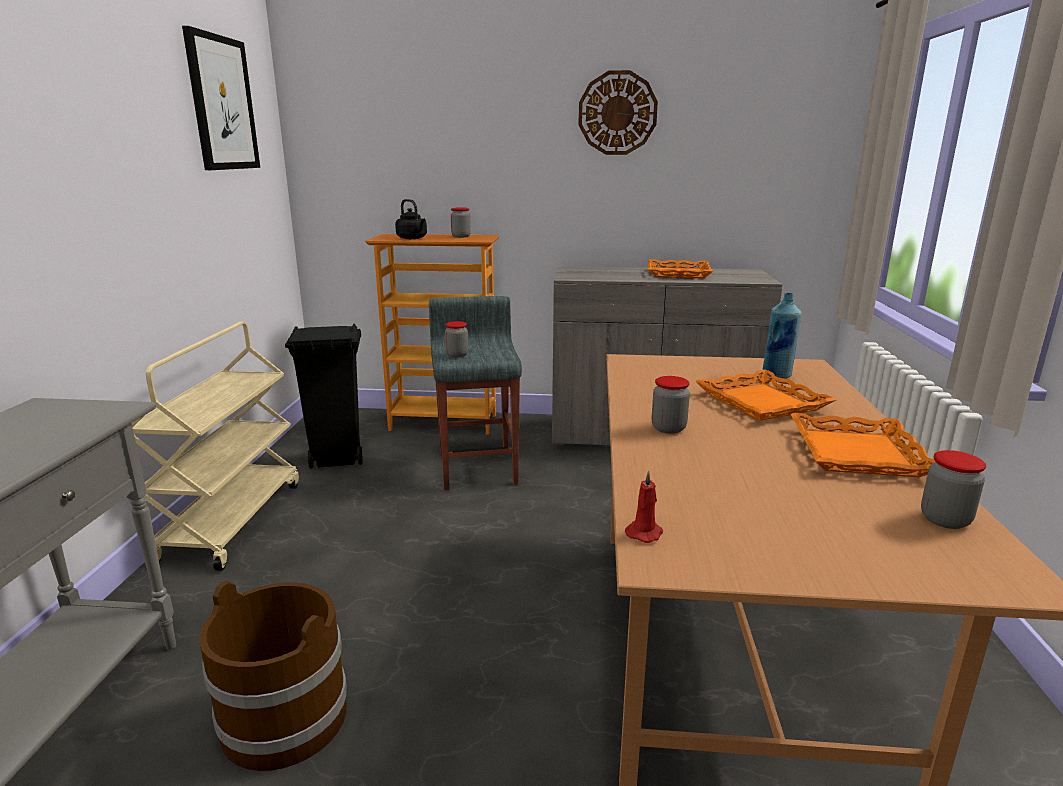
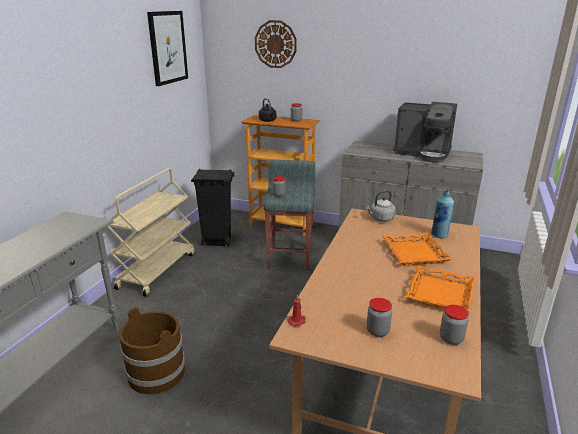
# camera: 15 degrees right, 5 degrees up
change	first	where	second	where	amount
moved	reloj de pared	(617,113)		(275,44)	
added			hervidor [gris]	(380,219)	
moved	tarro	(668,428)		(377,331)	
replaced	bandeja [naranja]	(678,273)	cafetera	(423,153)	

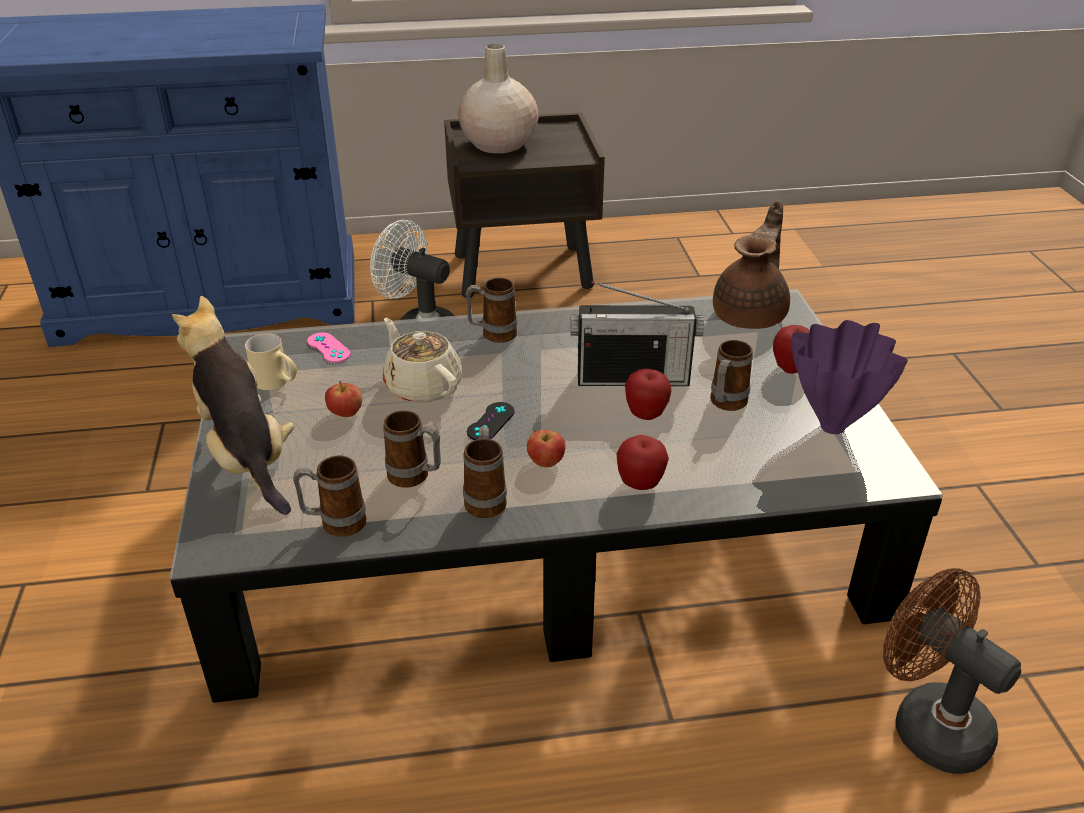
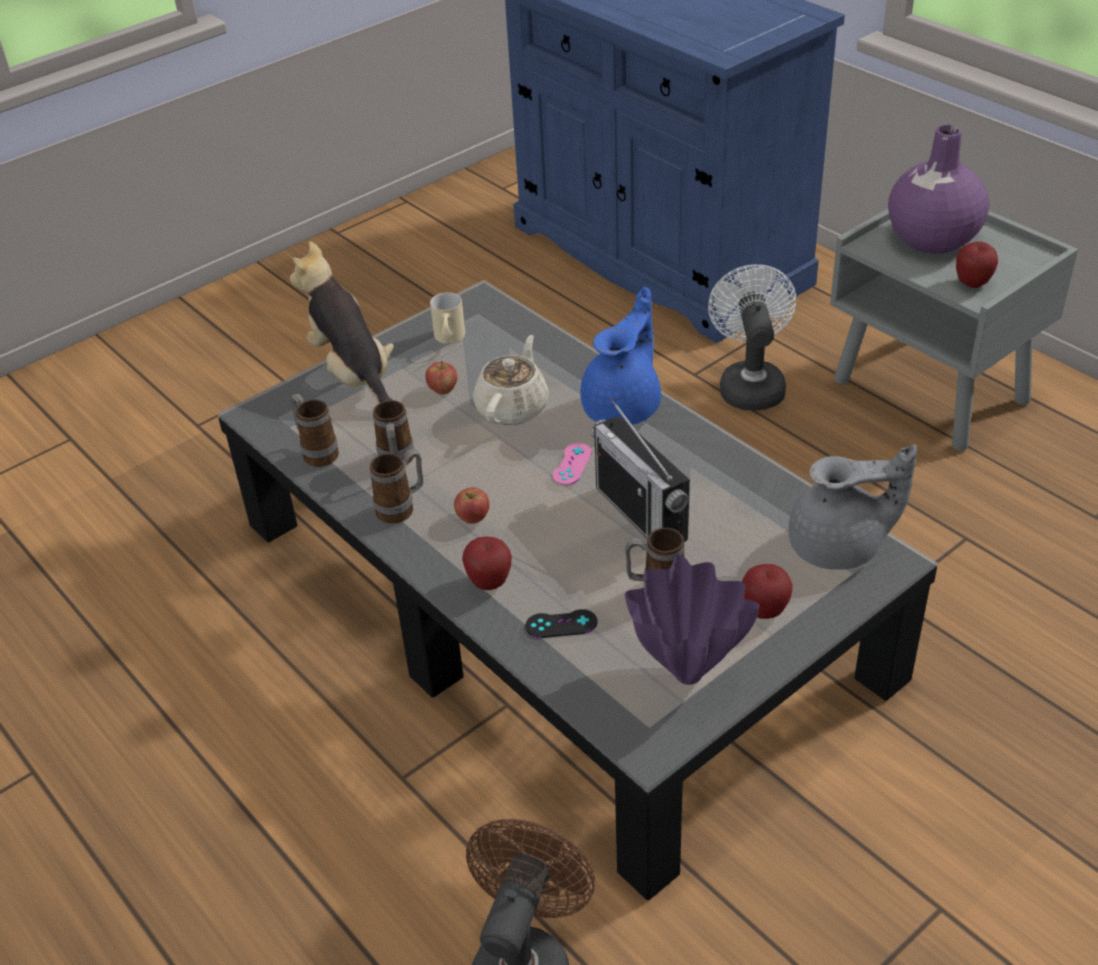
# camera: 60 degrees right, 5 degrees up
change	first	where	second	where	amount
turned	peluche	(246,456)		(354,375)	60 degrees counterclockwise
moved	mando de consola [negro]	(491,422)		(561,624)	
moved	mando de consola [rosa]	(328,348)		(572,464)	
replaced	taza grande	(492,335)	tetera [azul]	(624,406)	
recoloured	tetera [marrón]	(751,314)	tetera [gris]	(839,547)	
recoloured	mesita de noche [marrón]	(524,271)	mesita de noche [gris]	(932,392)	
recoloured	florero [beis]	(498,145)	florero [morado]	(931,239)	
moved	manzana	(646,415)		(972,283)	

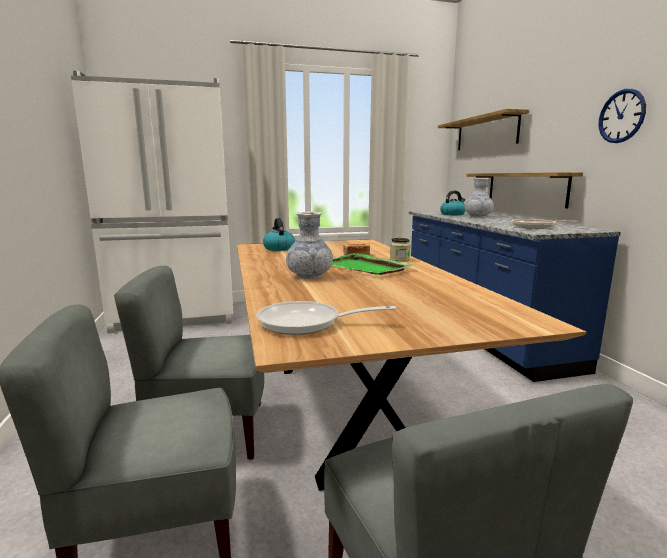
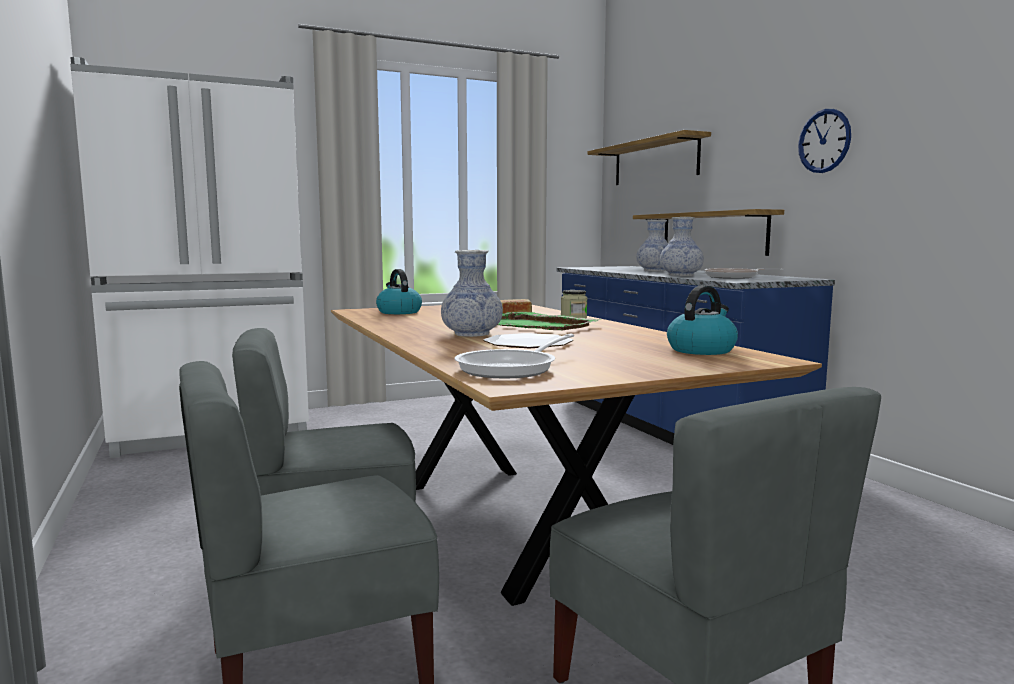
# camera: 10 degrees left, 5 degrees down
change	first	where	second	where	amount
turned	sartén	(306,323)		(512,368)	45 degrees counterclockwise
added			plato	(527,343)	
added			florero	(680,275)	
moved	hervidor	(452,214)		(701,350)	

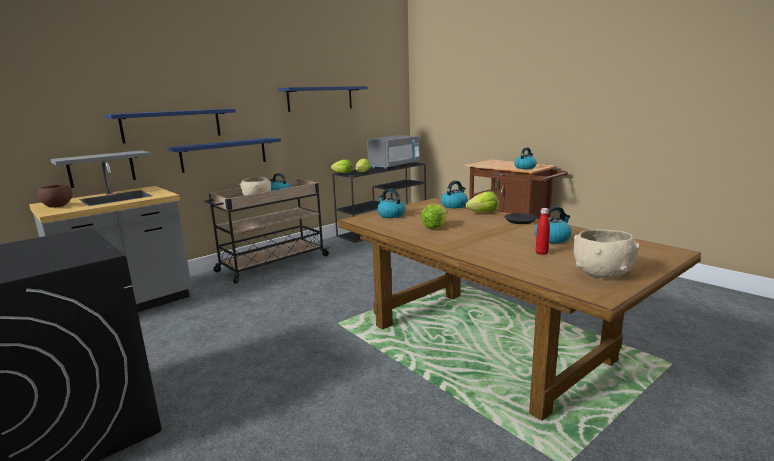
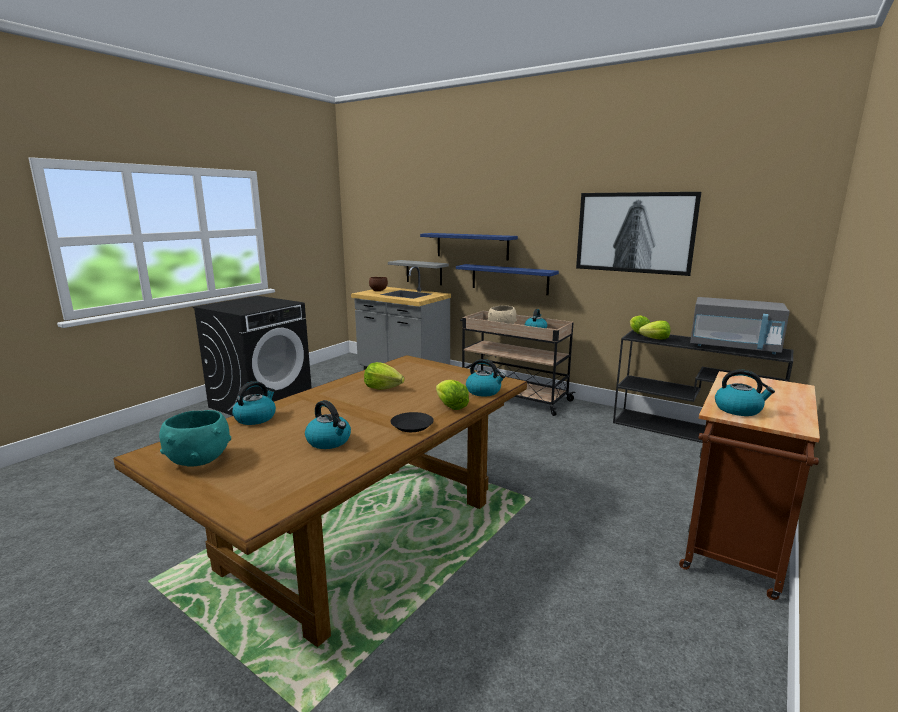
# camera: 75 degrees right, 0 degrees up
change	first	where	second	where	amount
recoloured	cuenco [beis]	(601,273)	cuenco [turquesa]	(199,459)	
moved	hervidor	(390,215)		(256,418)	
replaced	estante [azul]	(320,98)	cuadro	(634,232)	
removed	botella [rojo]	(541,253)			

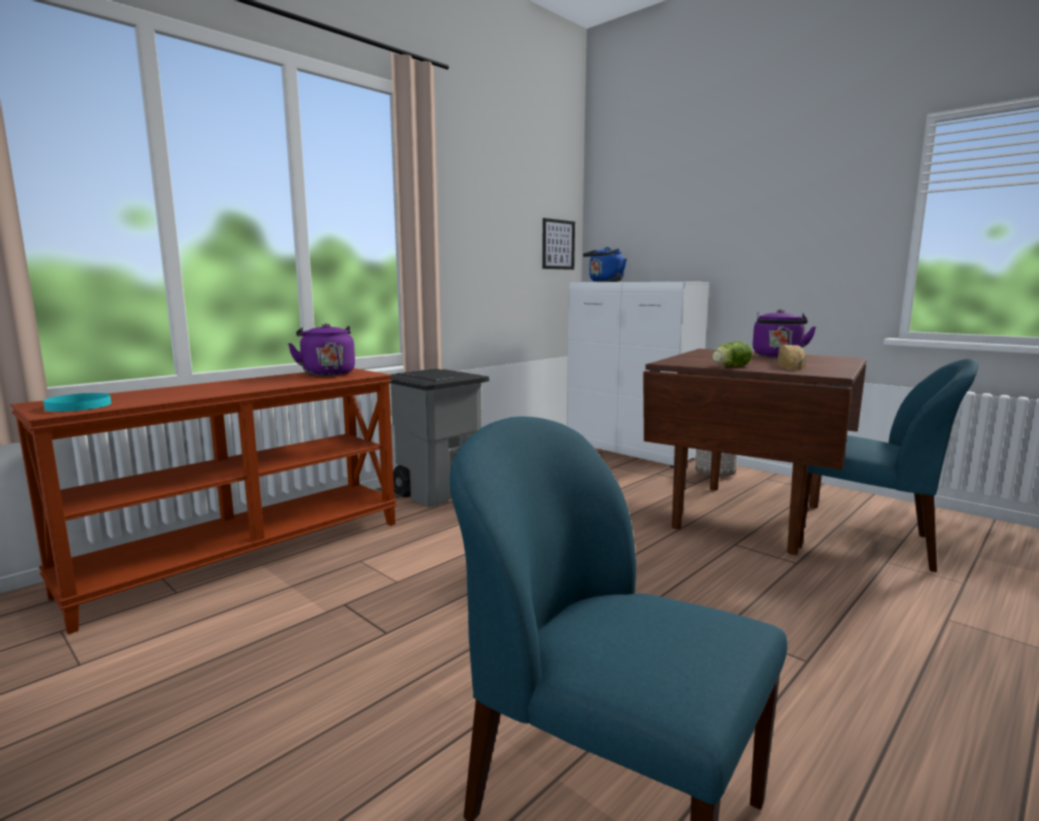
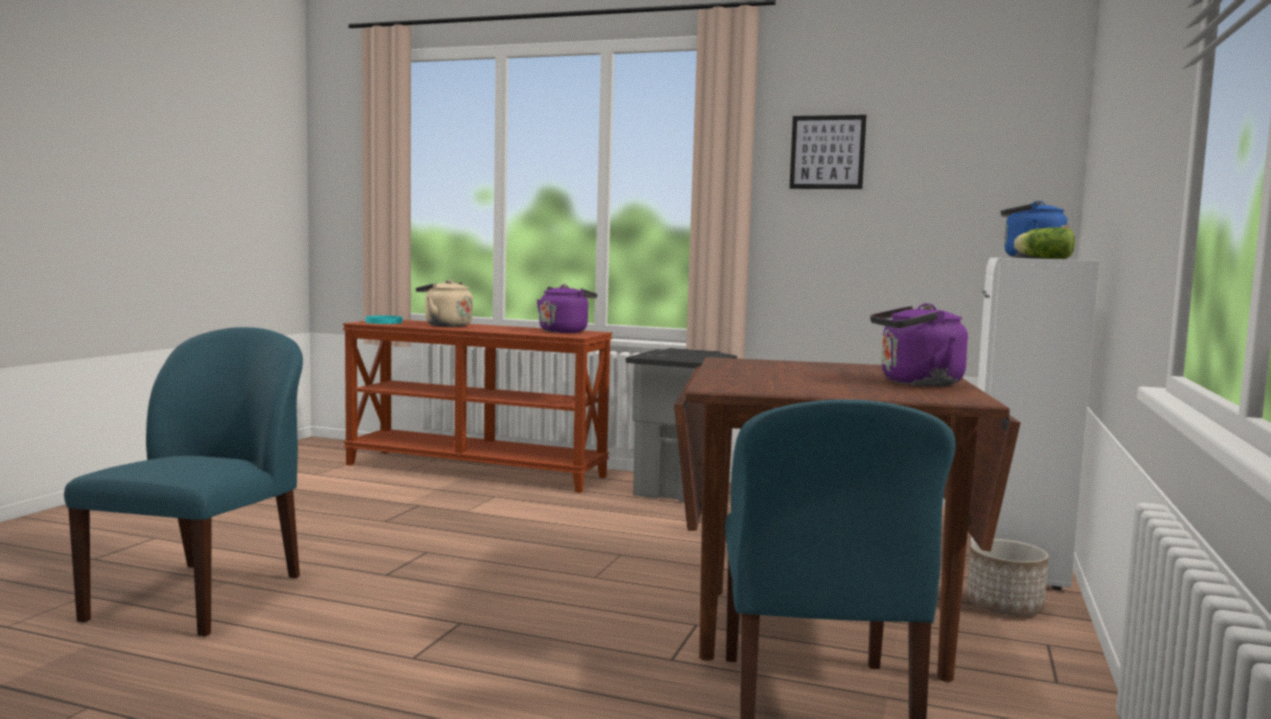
# camera: 65 degrees right, 5 degrees down
change	first	where	second	where	amount
added			hervidor [beis]	(445,325)	
moved	cuadro	(558,244)		(827,152)	
moved	lechuga	(729,366)		(1042,258)	
removed	pan	(790,365)			

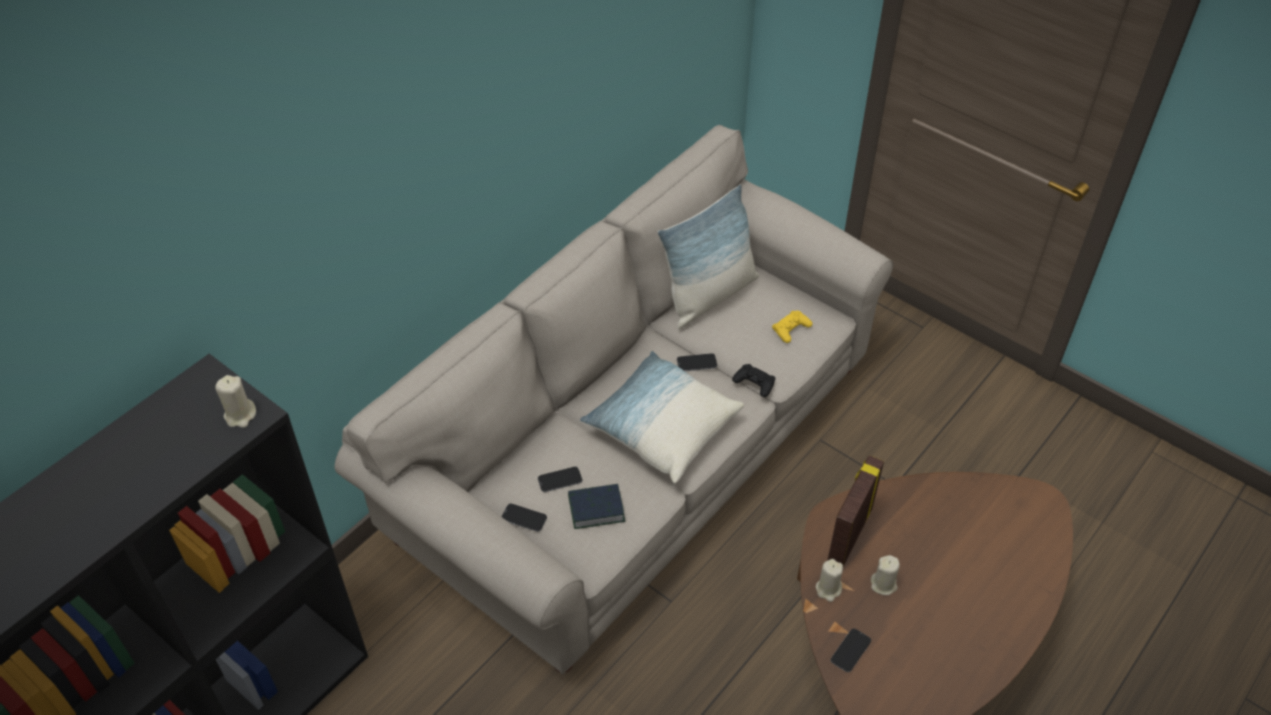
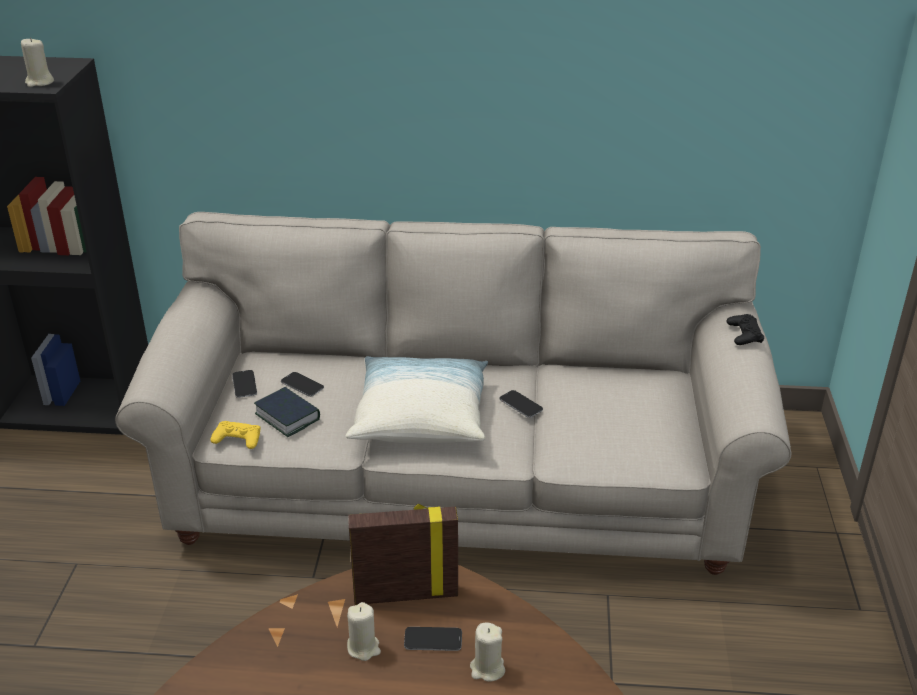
# camera: 55 degrees right, 15 degrees down
change	first	where	second	where	amount
moved	mando de consola [amarillo]	(791,329)		(237,439)	
moved	móvil	(850,651)		(433,640)	
moved	vela [beis]	(828,589)		(487,669)	
moved	mando de consola [negro]	(754,383)		(744,334)	
removed	cojín	(709,296)			

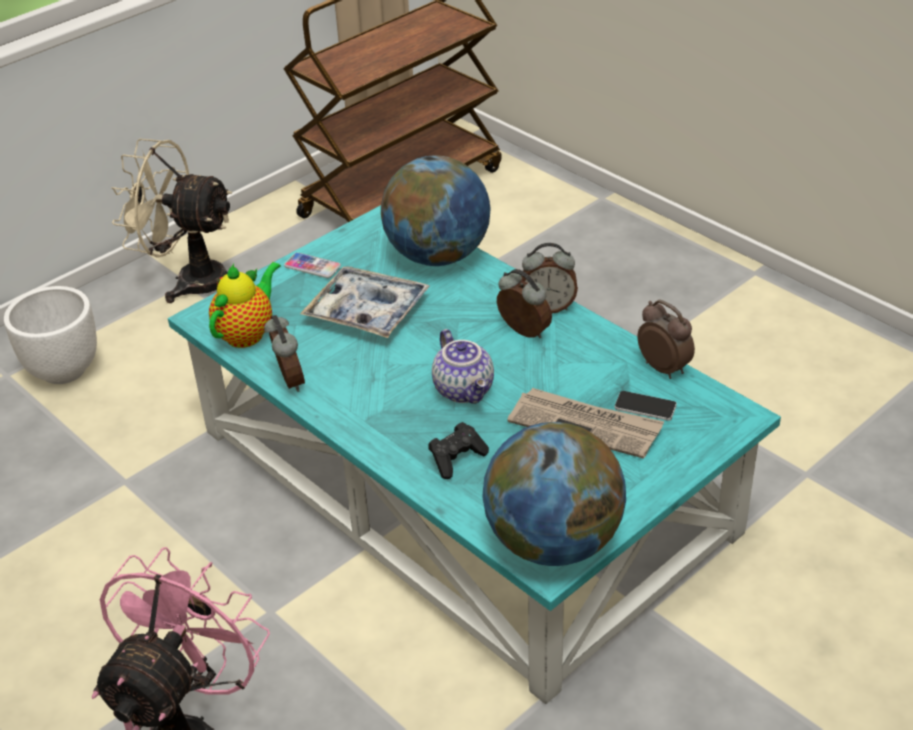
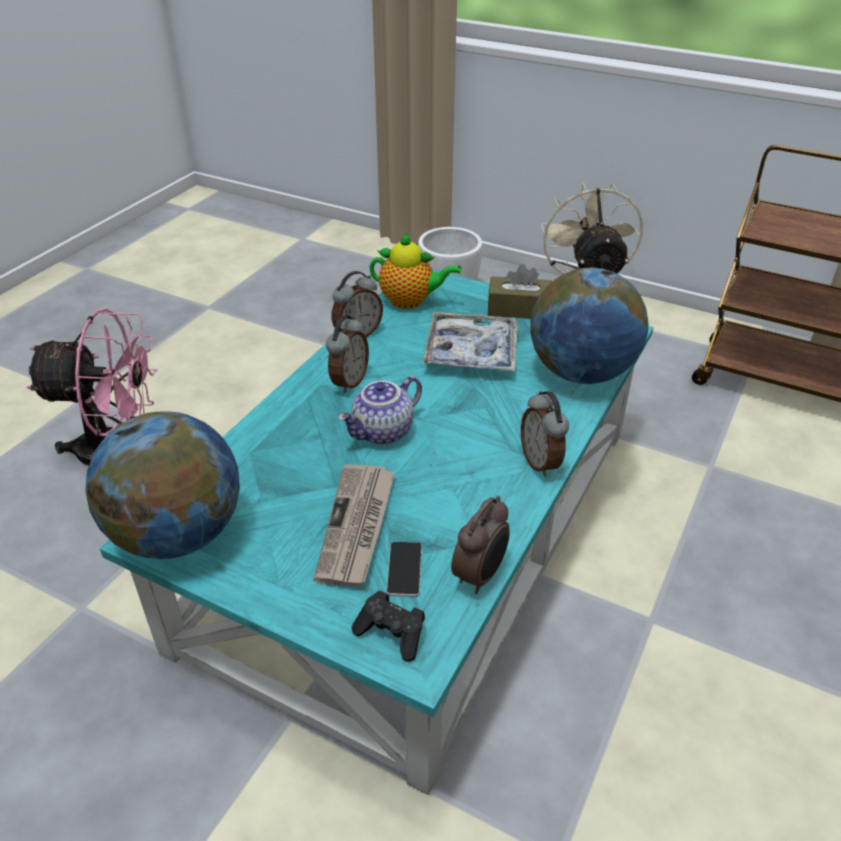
# camera: 70 degrees right, 0 degrees up
change	first	where	second	where	amount
moved	despertador	(522,333)		(348,381)	
moved	mando de consola [negro]	(457,459)		(392,634)	
replaced	móvil	(312,266)	caja de pañuelos [marrón]	(518,309)	

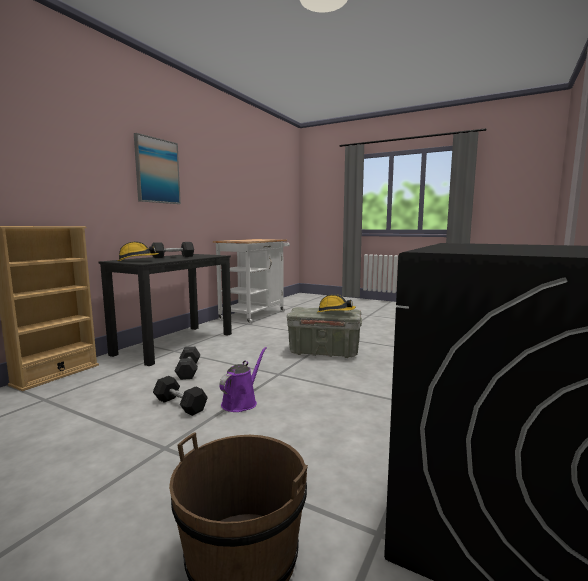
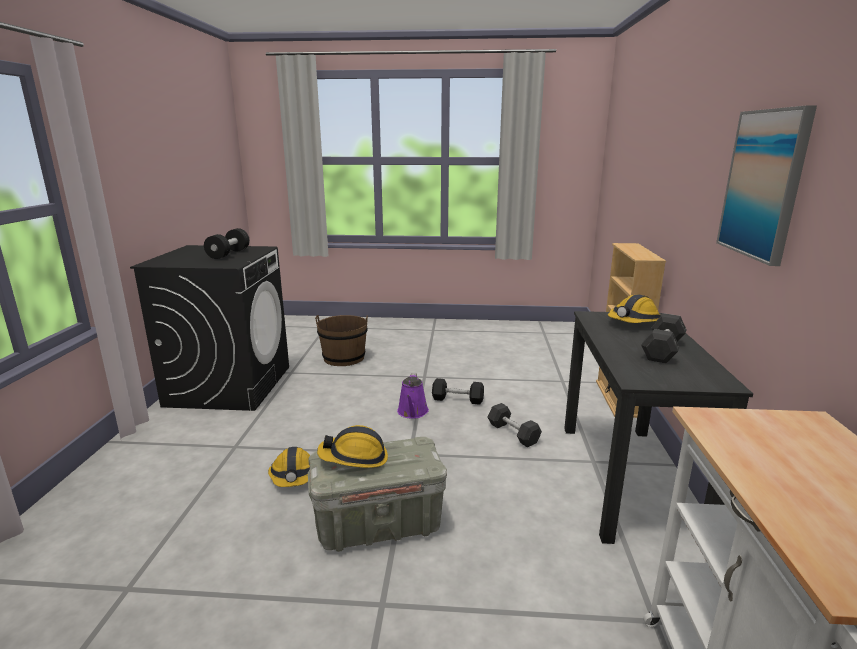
# camera: 155 degrees right, 10 degrees up
change	first	where	second	where	amount
added			mancuerna [negro]	(228,254)	
added			casco	(294,476)	

